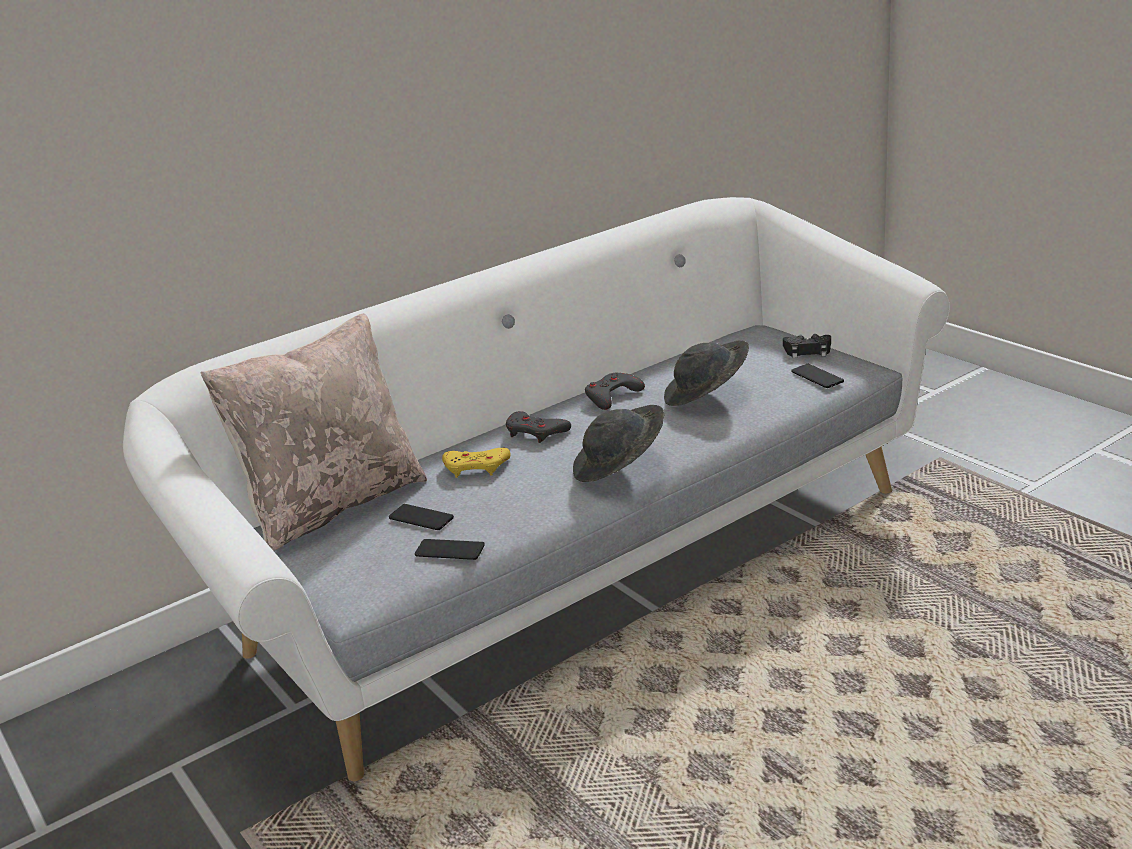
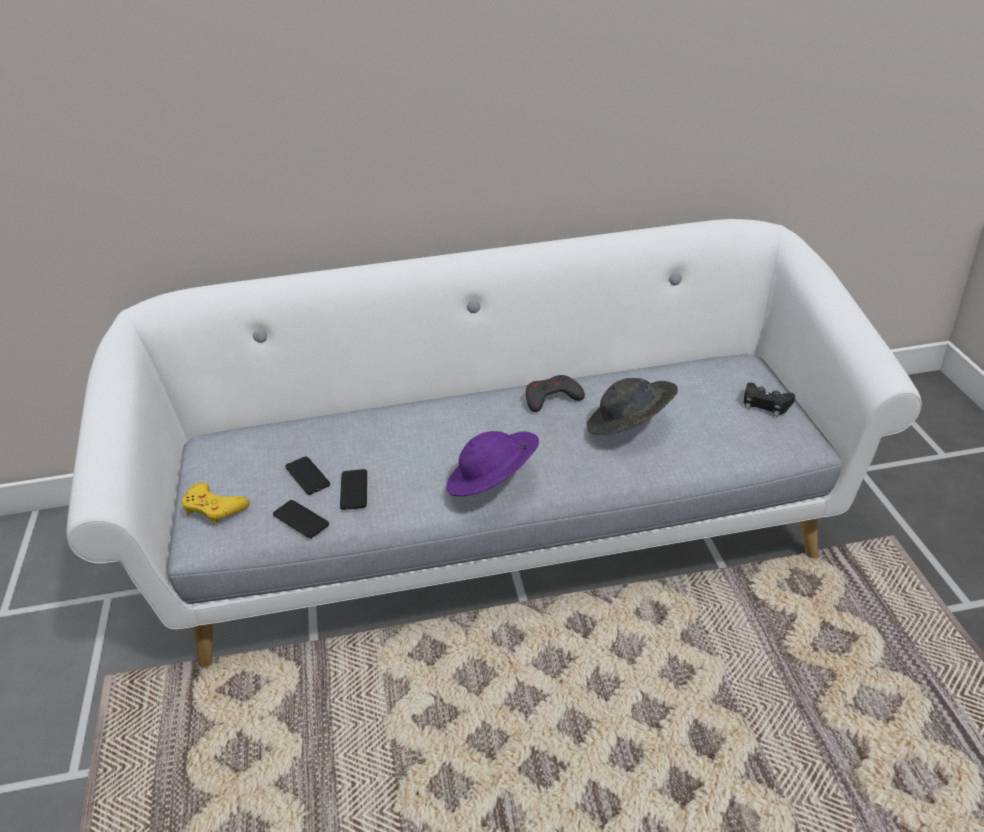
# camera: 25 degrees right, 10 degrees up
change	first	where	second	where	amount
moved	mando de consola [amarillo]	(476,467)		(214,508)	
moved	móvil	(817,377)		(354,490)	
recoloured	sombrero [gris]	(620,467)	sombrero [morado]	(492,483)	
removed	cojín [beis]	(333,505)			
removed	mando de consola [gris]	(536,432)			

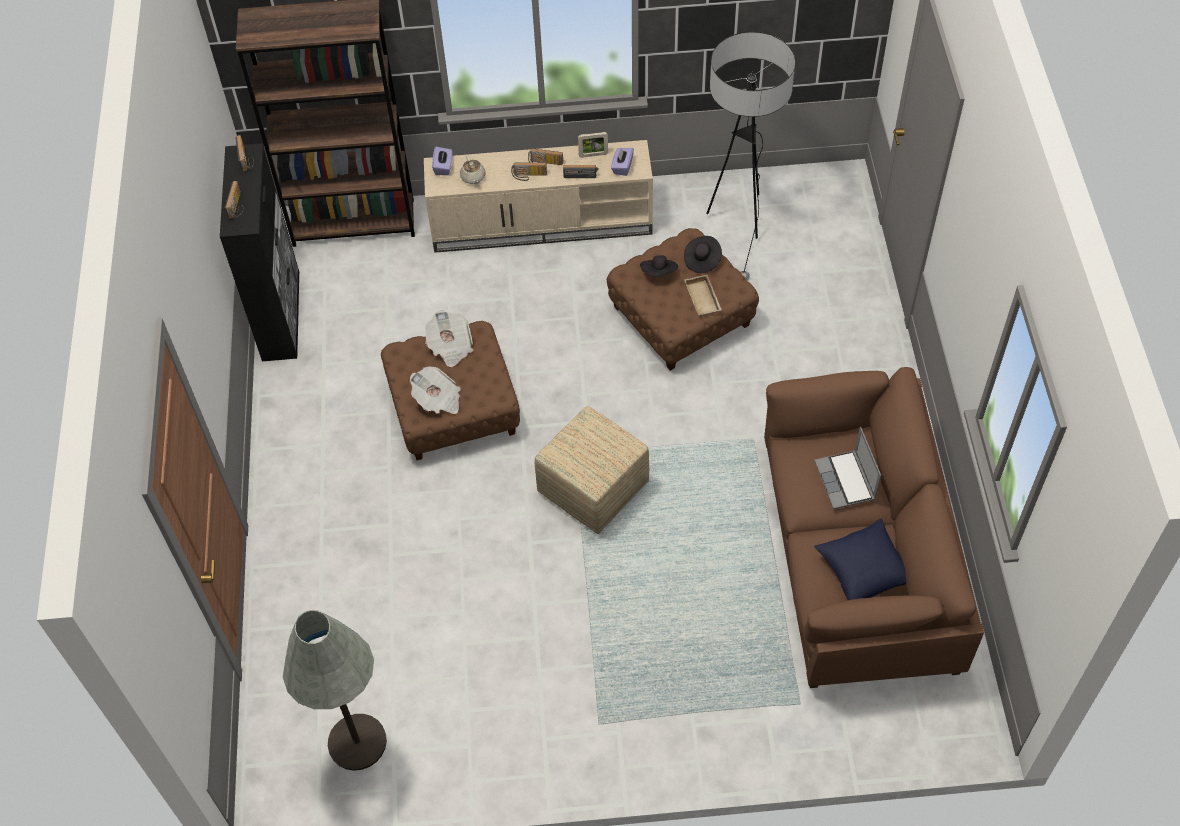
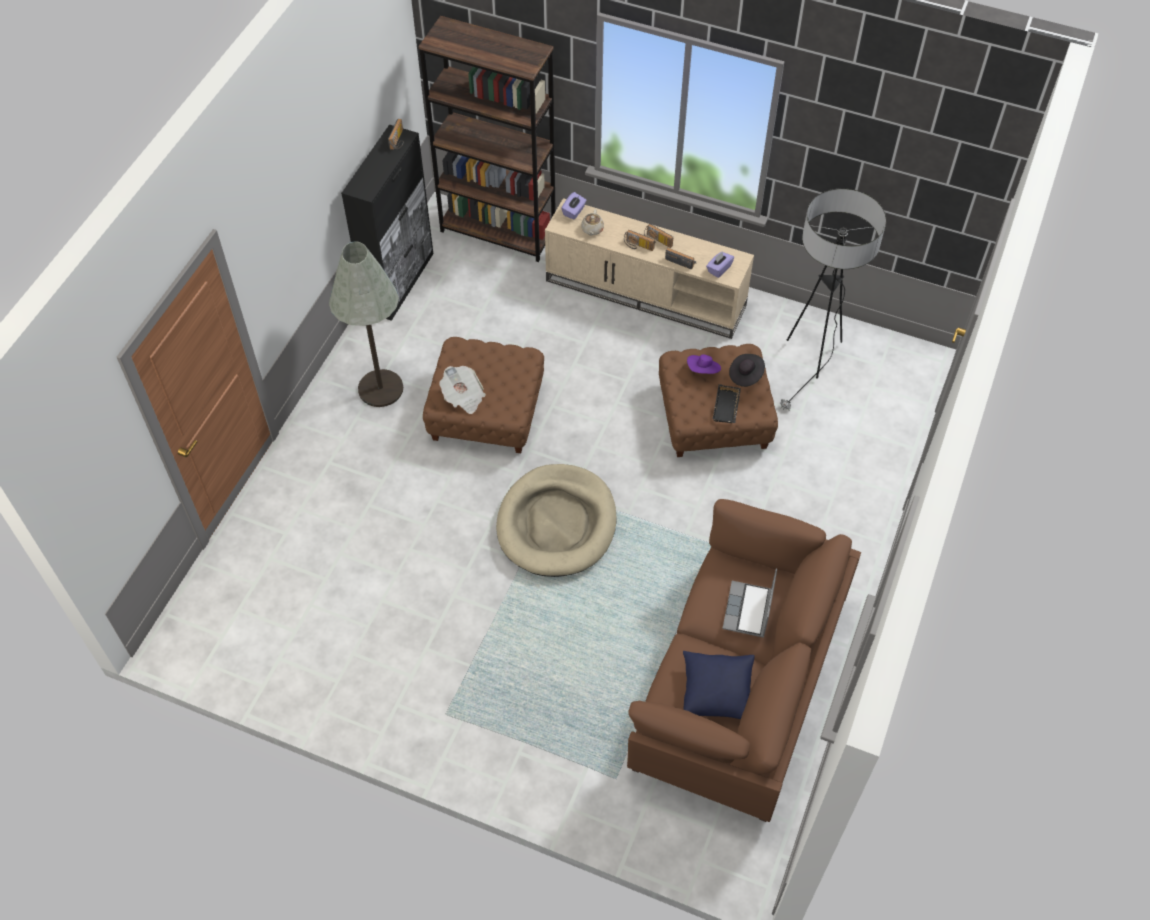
# camera: 25 degrees right, 0 degrees up
change	first	where	second	where	amount
moved	lámpara de pie [gris]	(357,742)		(380,389)	
replaced	puf	(593,487)	cama para perro [beis]	(557,523)	
recoloured	sombrero [negro]	(659,273)	sombrero [morado]	(703,370)	
recoloured	bandeja [beis]	(704,299)	bandeja [negro]	(727,407)	
removed	radio	(238,206)			
removed	periódico	(450,346)			
removed	portarretratos	(593,155)			

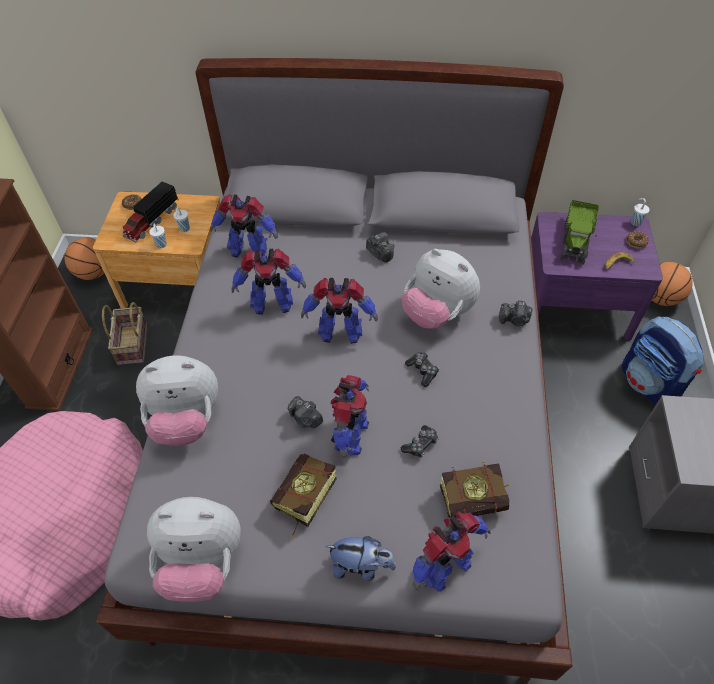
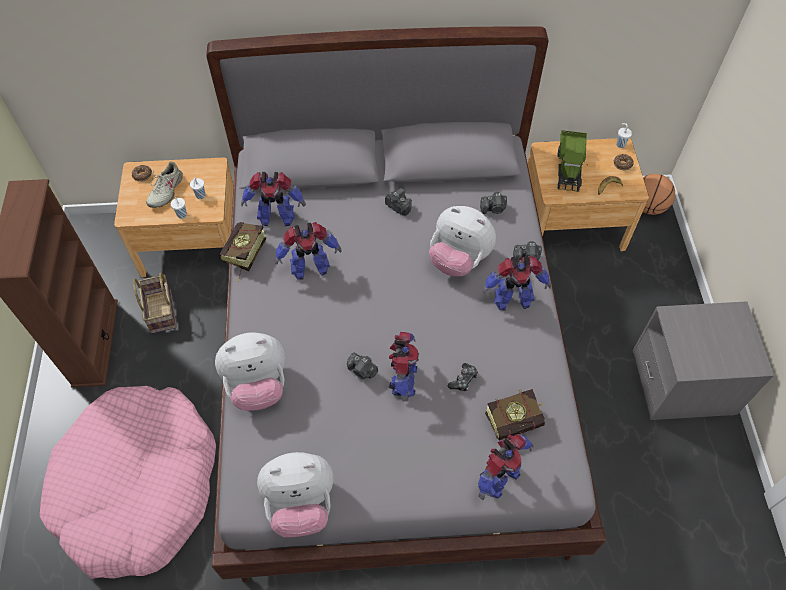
# camera: 10 degrees left, 5 degrees up
change	first	where	second	where	amount
replaced	camión de juguete	(151,221)	zapato [beis]	(166,191)	
moved	libro	(302,502)		(242,257)	
added			cámara	(493,209)	
moved	robot de juguete	(340,332)		(511,299)	
recoloured	mesita de noche [morado]	(574,305)	mesita de noche [marrón]	(571,223)	
removed	balón de baloncesto	(94,273)			
removed	peluche	(361,566)			
removed	mando de consola	(422,371)			
removed	mochila	(649,384)			

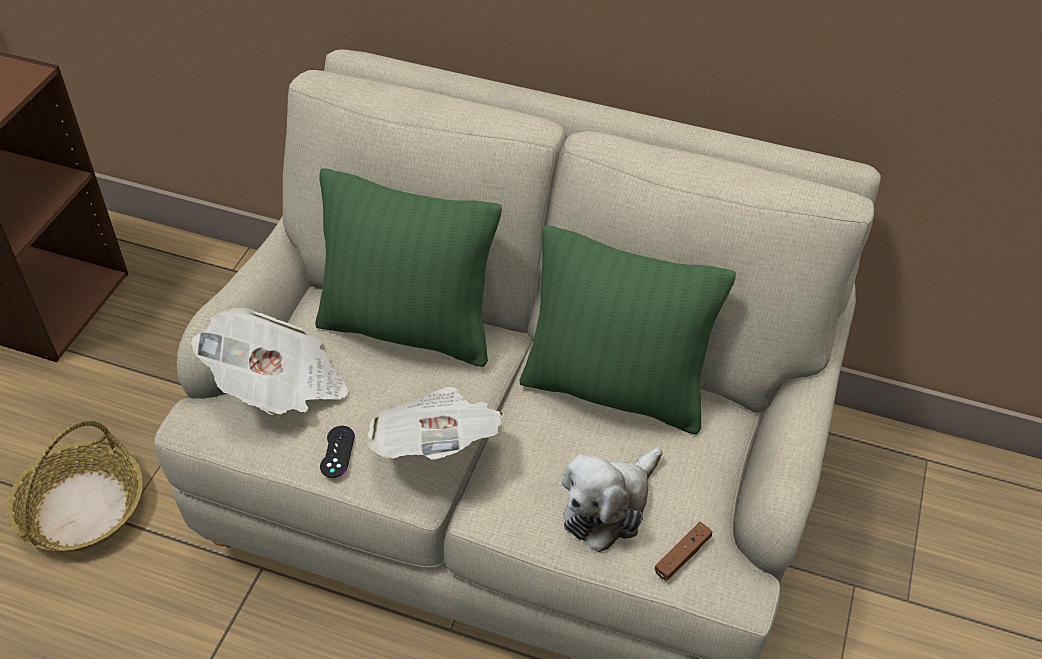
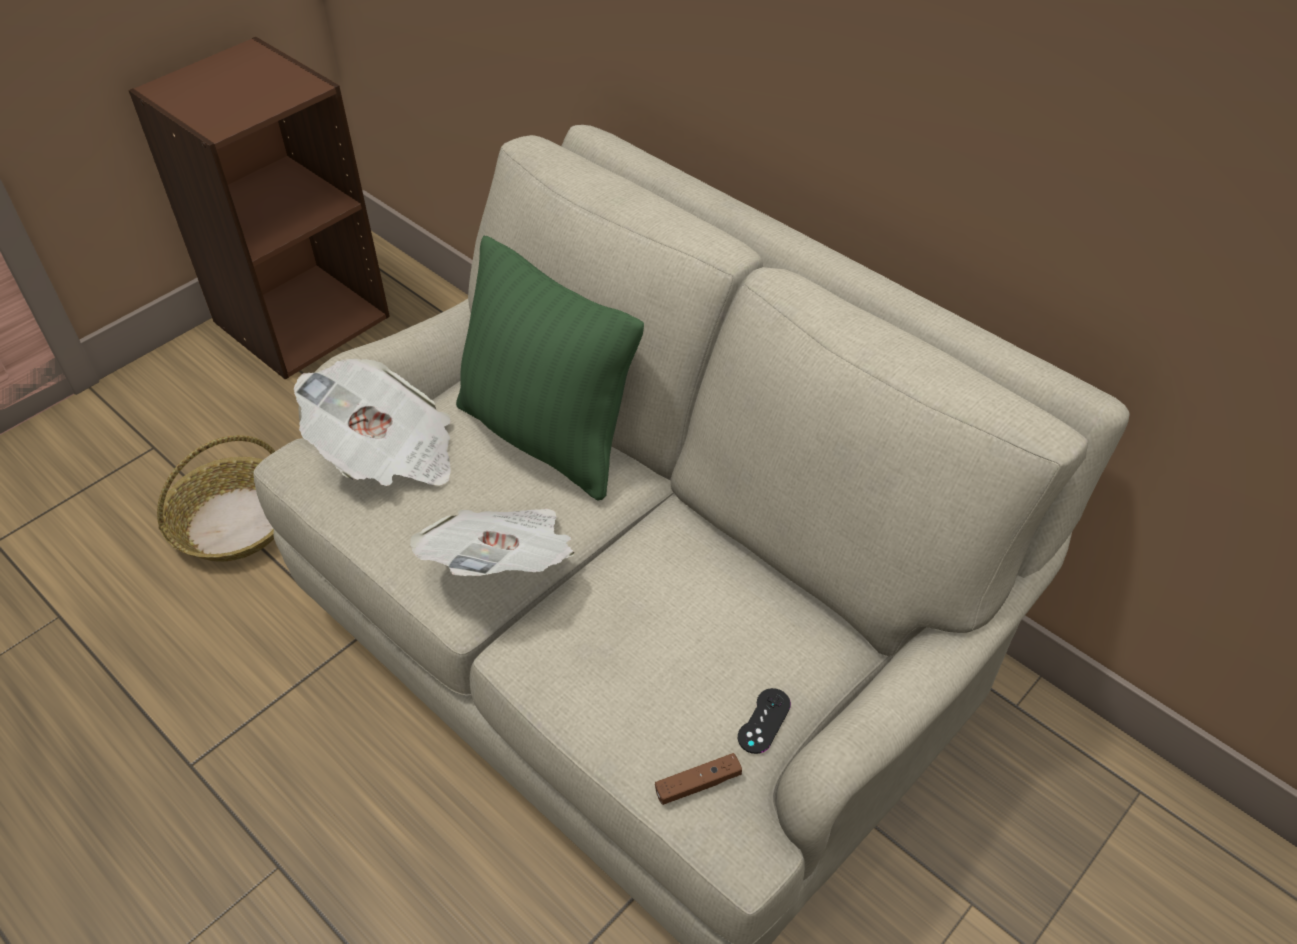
# camera: 25 degrees right, 0 degrees up
change	first	where	second	where	amount
moved	mando de consola [negro]	(337,452)		(764,721)	
removed	cojín [verde]	(614,390)			
removed	peluche	(609,506)			

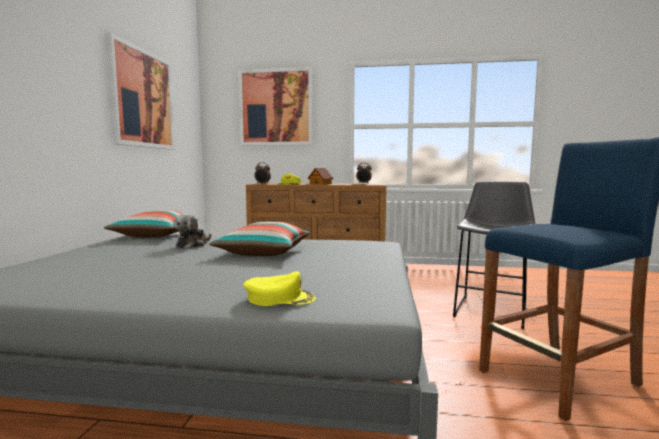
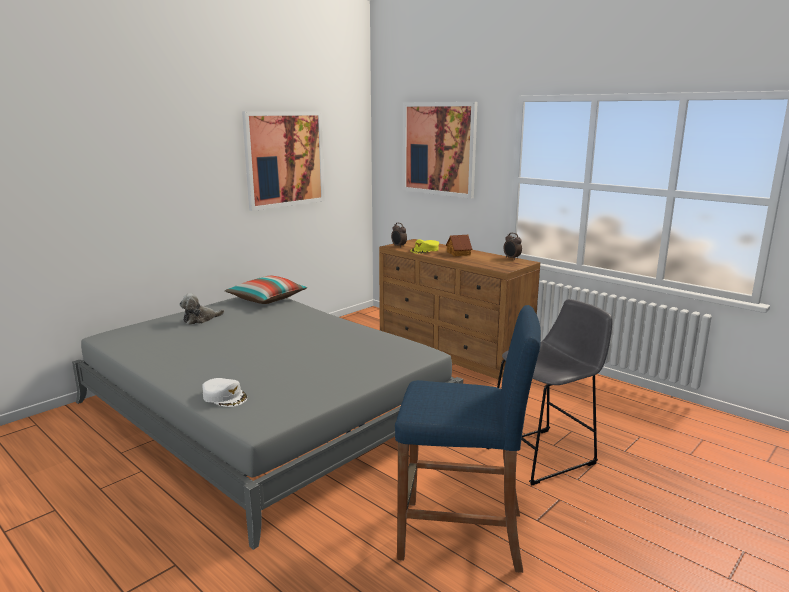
# camera: 35 degrees right, 10 degrees up
change	first	where	second	where	amount
moved	peluche	(193,244)		(200,319)	
recoloured	gorra [amarillo]	(280,298)	gorra [blanco]	(225,397)	
removed	cojín	(264,252)			

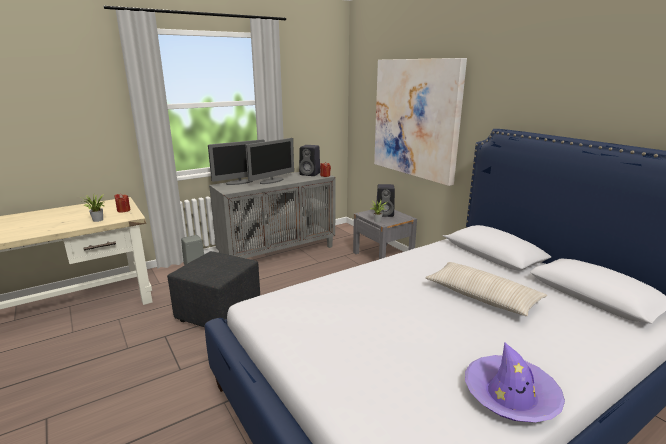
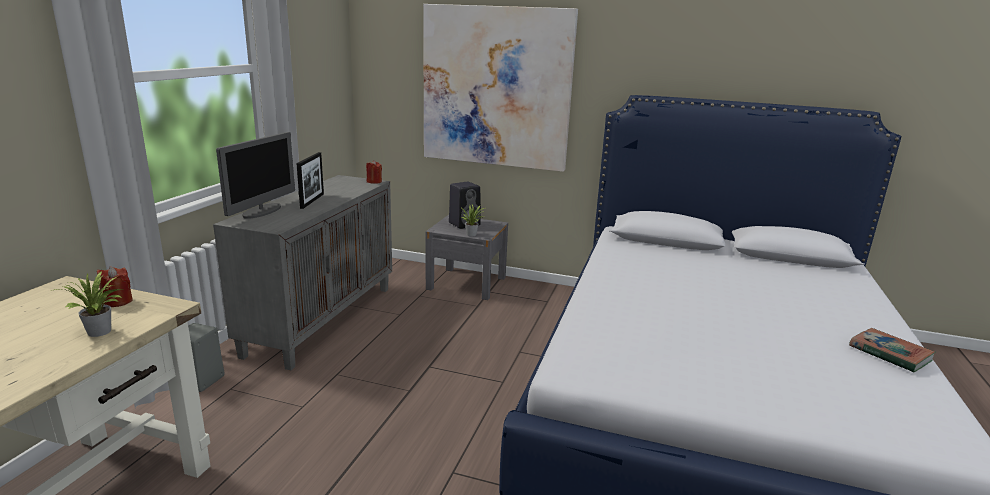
# camera: 40 degrees left, 0 degrees up
change	first	where	second	where	amount
replaced	monitor	(272,181)	portarretratos	(312,201)	
replaced	sombrero [morado]	(510,395)	libro	(889,354)	
removed	puf [negro]	(220,314)			
removed	altavoz [negro]	(310,174)			
removed	cojín [beis]	(482,296)			

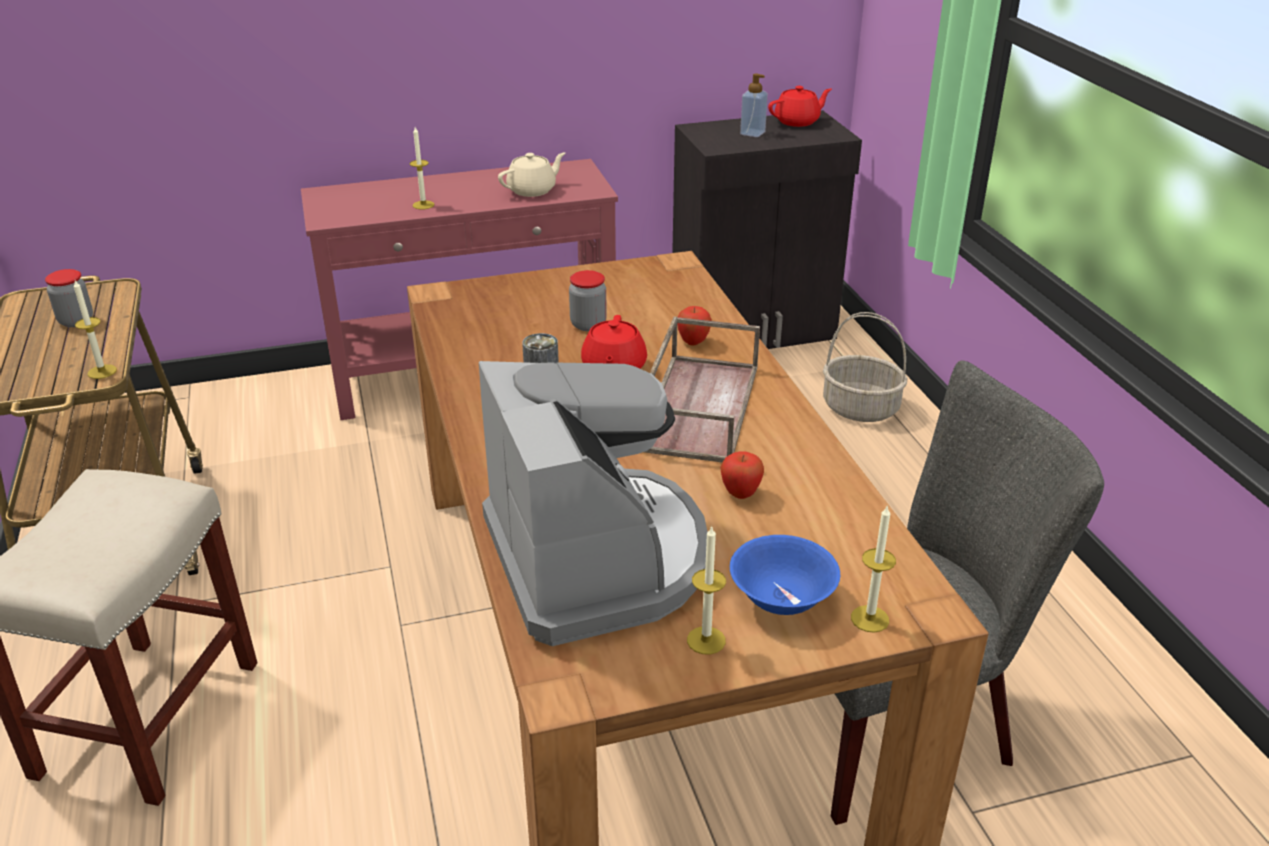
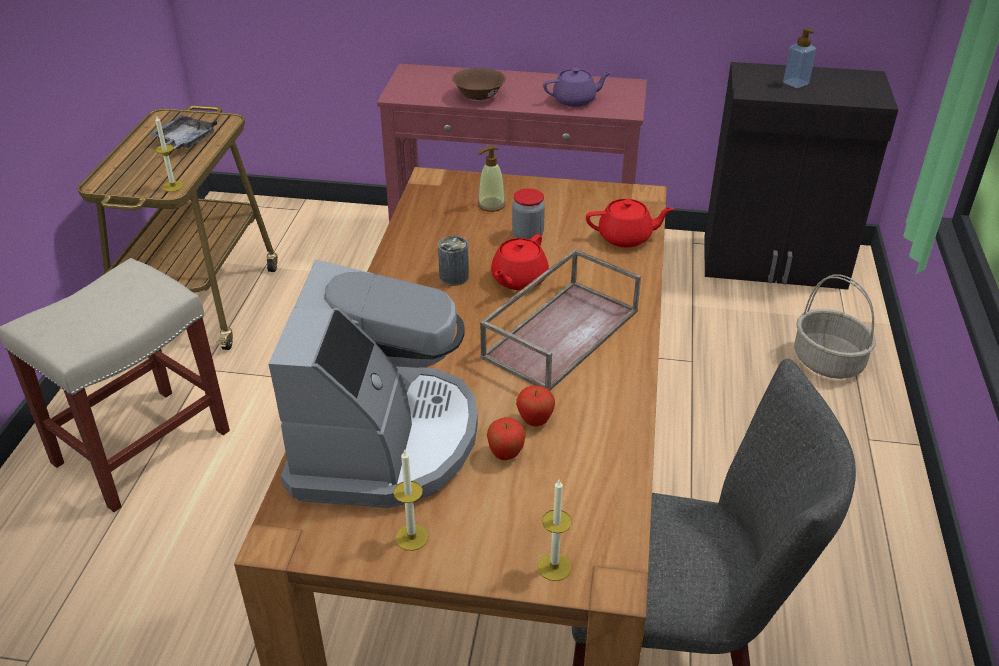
# camera: 25 degrees right, 5 degrees up
change	first	where	second	where	amount
replaced	tarro	(76,321)	bandeja [gris]	(184,141)	
replaced	vela	(423,205)	cuenco [marrón]	(479,96)	
added			dispensador de jabón	(491,205)	
moved	manzana	(693,342)		(506,455)	
recoloured	tetera [beis]	(532,190)	tetera [morado]	(575,100)	
moved	tetera [rojo]	(798,121)		(626,237)	
removed	cuenco [azul]	(781,600)			

